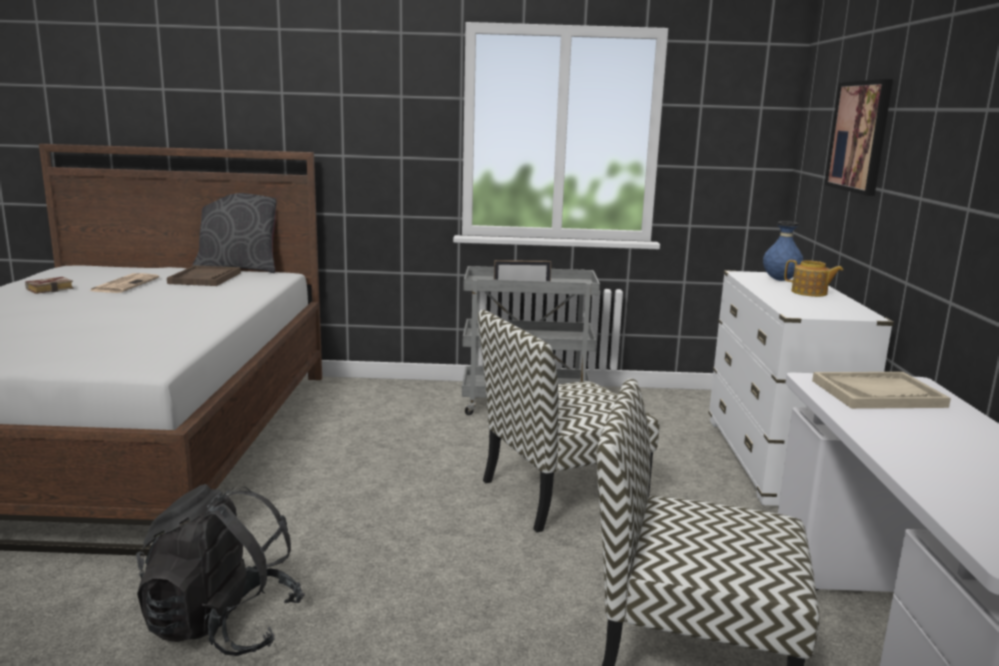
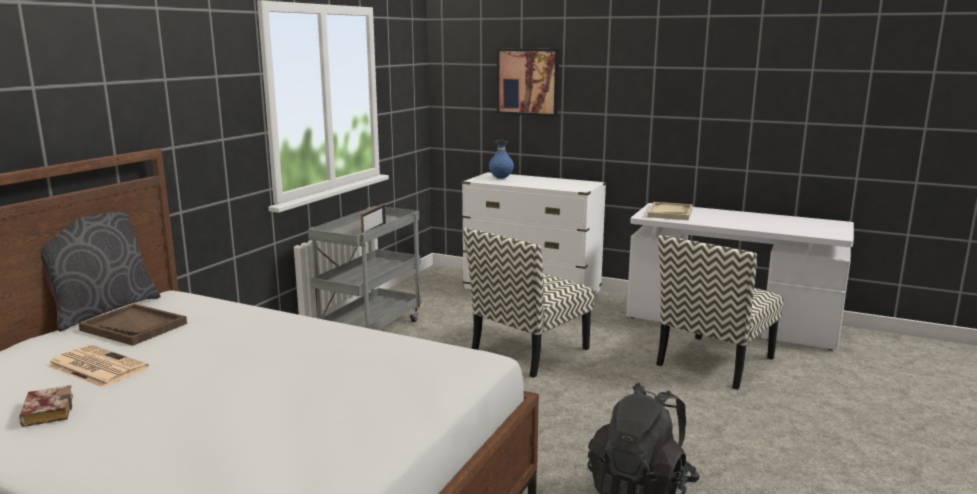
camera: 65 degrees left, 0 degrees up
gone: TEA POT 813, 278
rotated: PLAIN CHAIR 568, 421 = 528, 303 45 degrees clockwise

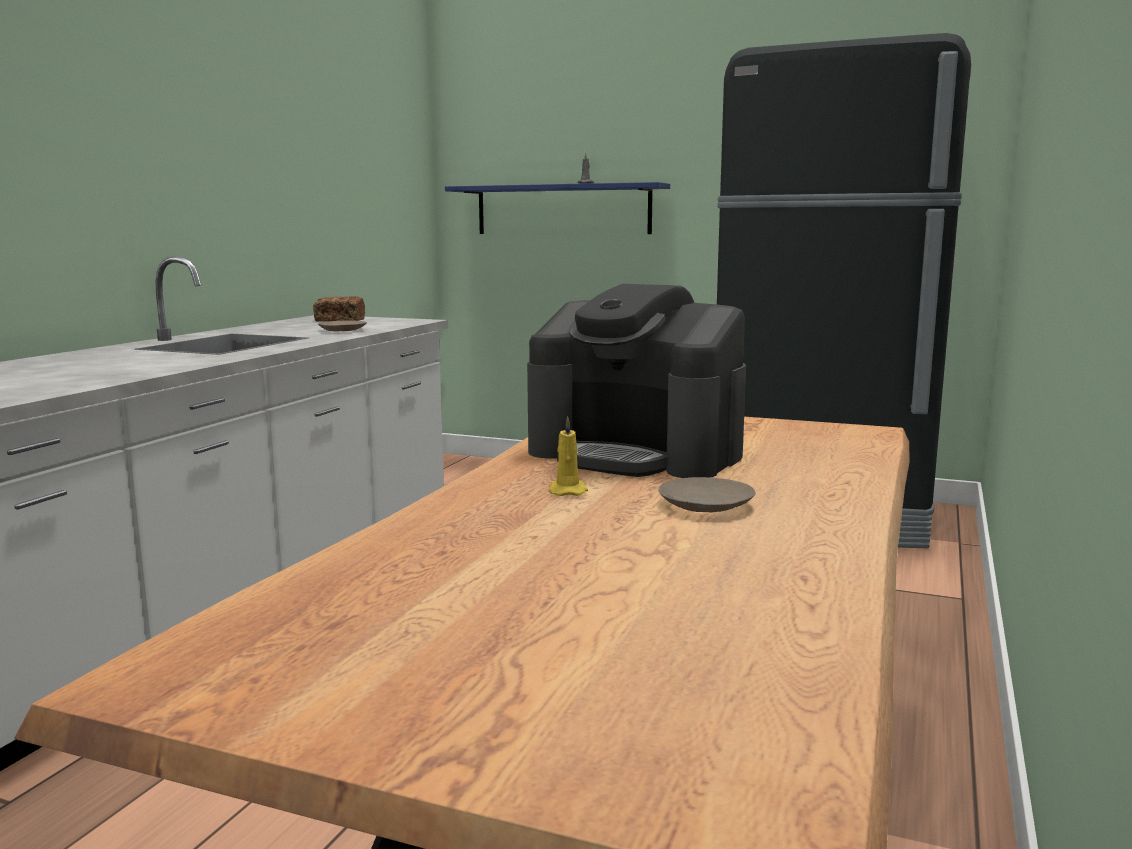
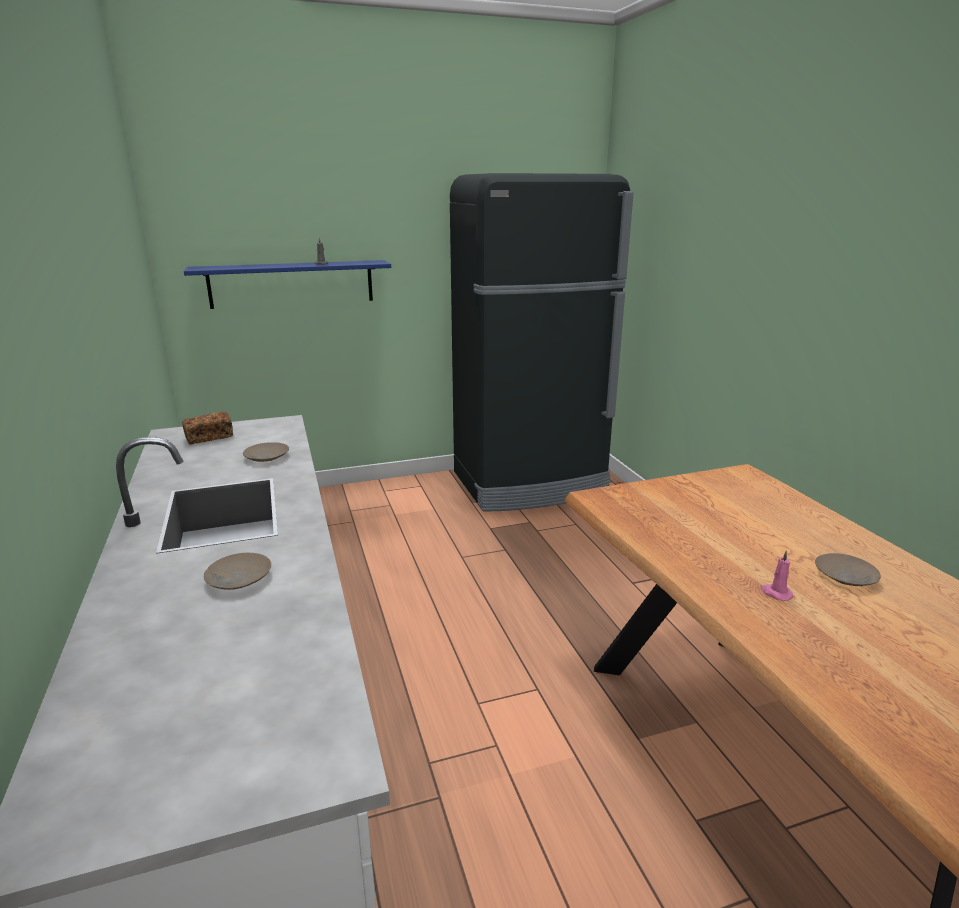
camera: 40 degrees left, 10 degrees up
gone: COFFEE MAKER 636, 381
new: SAND-COLOURED DINNER PLATE 237, 571
repainted: YELLOW CANDLE 568, 456 to PINK-COLOURED CANDLE 777, 575

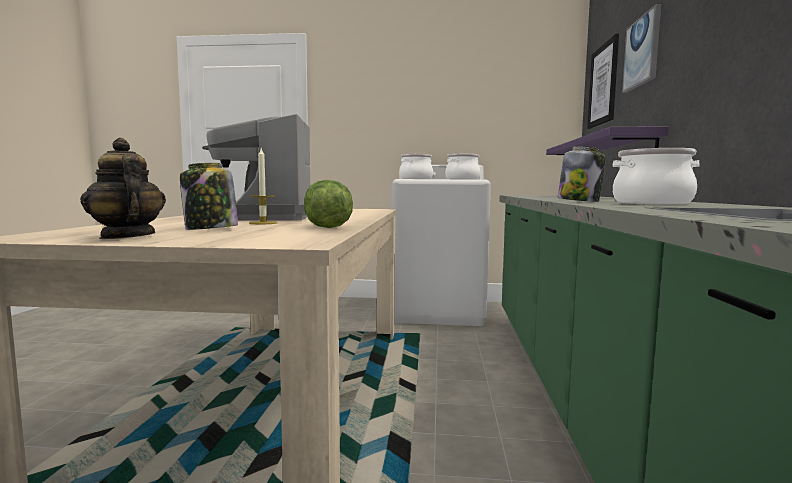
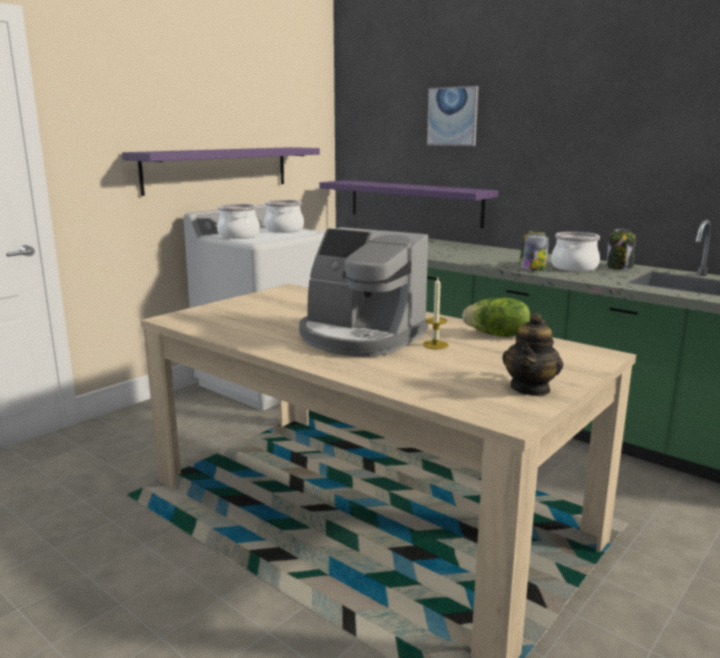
camera: 55 degrees left, 10 degrees up
gone: PICTURE 603, 81
new: PURPLE BRACKET SHELF 221, 171
shifted: PRESERVE JAR 209, 196 to 621, 249
rotated: TEA POT 123, 188 = 532, 354 60 degrees counterclockwise

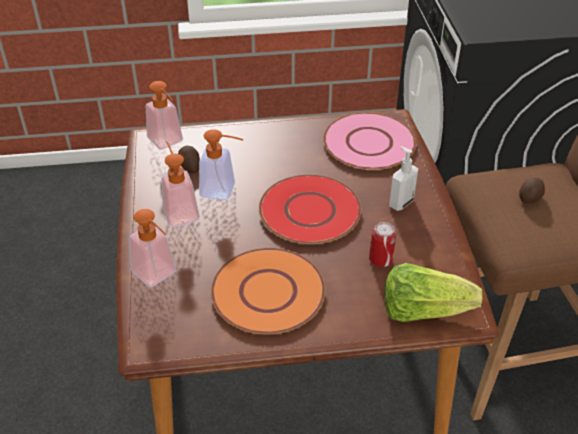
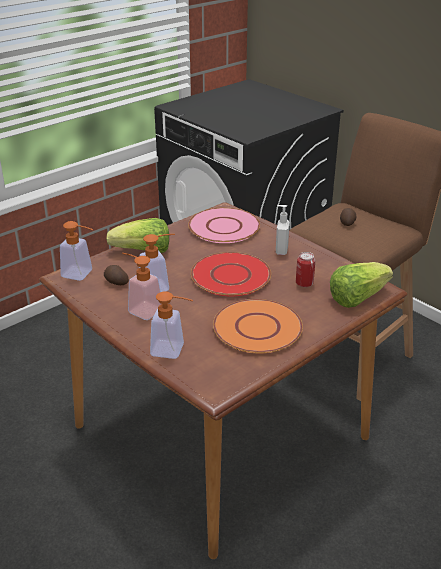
camera: 35 degrees left, 10 degrees down
new: HEAD OF LETTUCE 137, 235

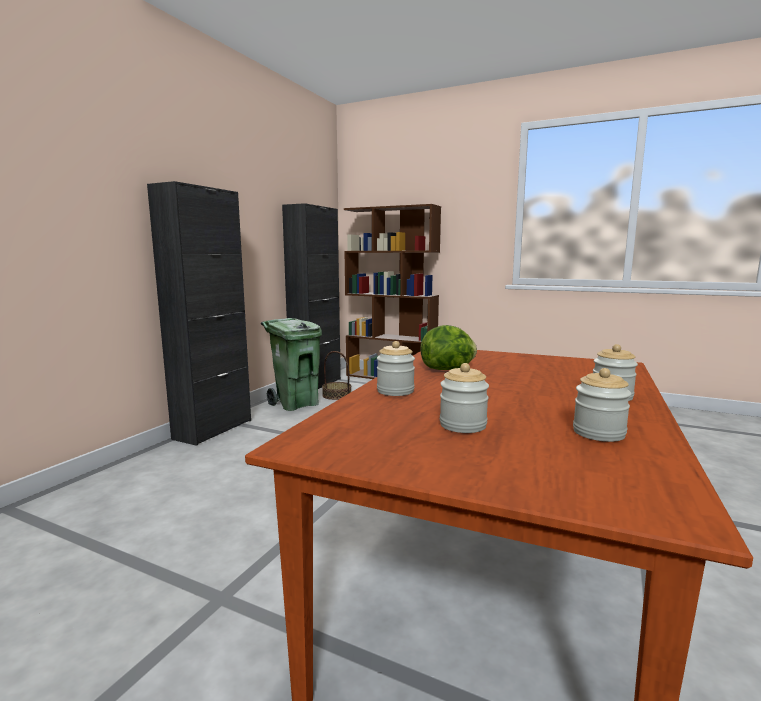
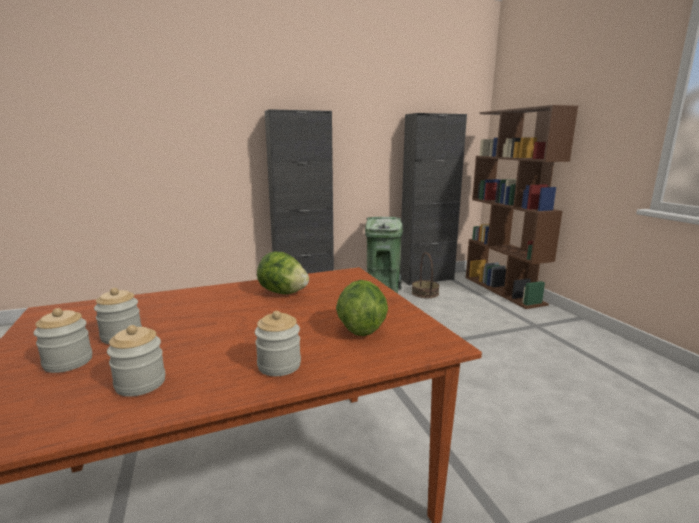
camera: 45 degrees right, 5 degrees up
new: HEAD OF LETTUCE 362, 308
shifted: PRESERVE JAR 396, 368 to 62, 340

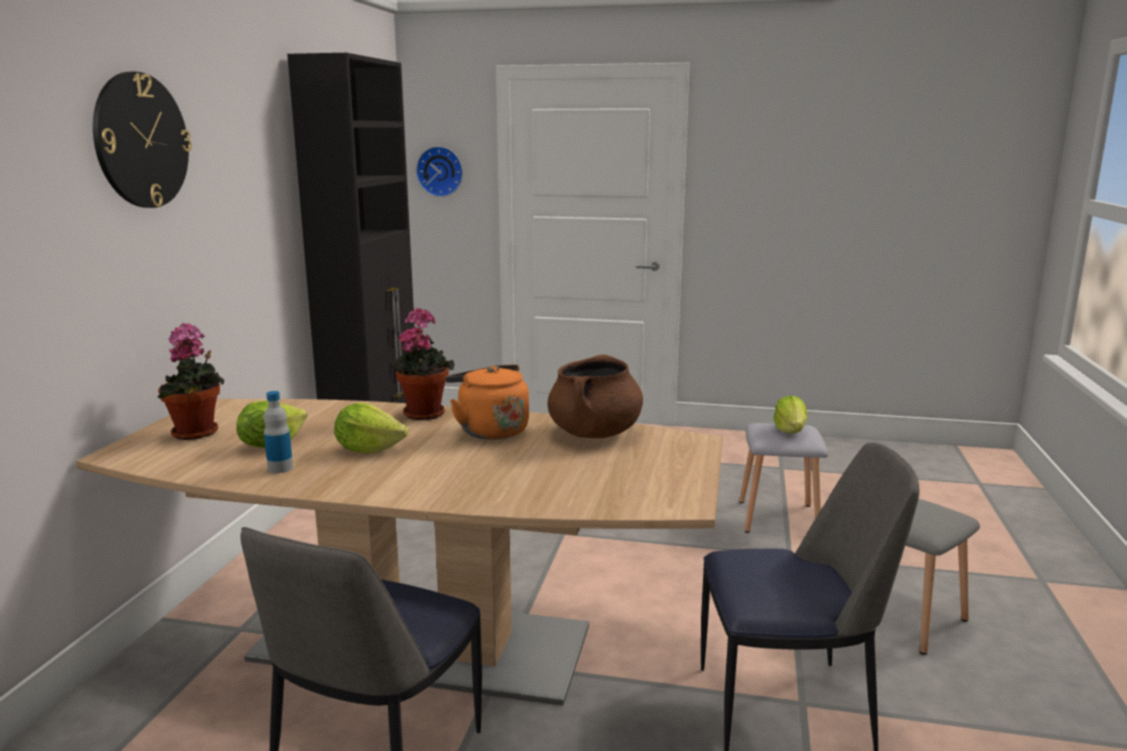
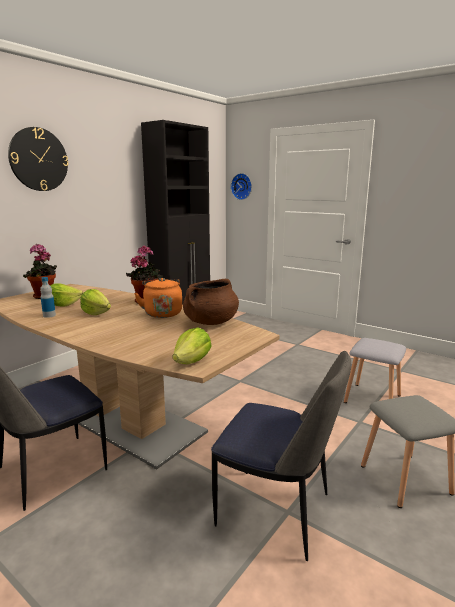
camera: 25 degrees right, 0 degrees up
shifted: HEAD OF LETTUCE 790, 414 to 192, 346

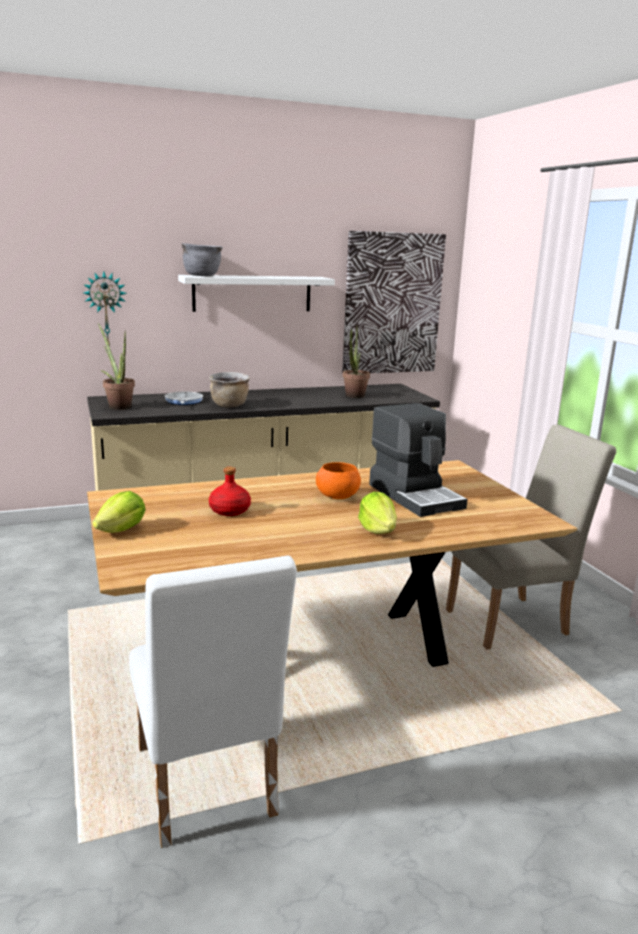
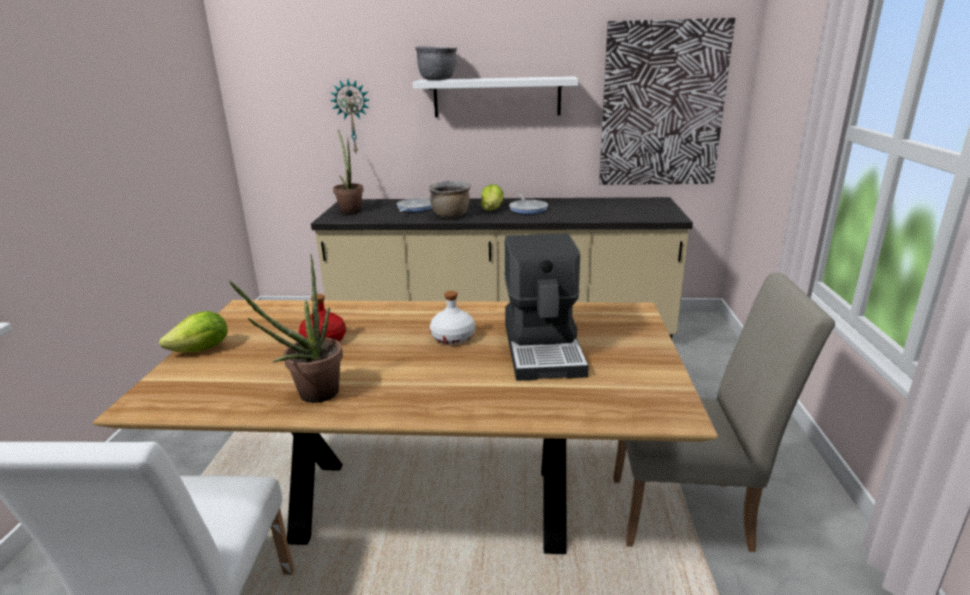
camera: 25 degrees right, 5 degrees up
new: SKILLET 528, 204
shifted: POTTED PLANT 356, 363 to 285, 328; HEAD OF LETTUCE 377, 513 to 492, 197
swapped: ORANGE SERVING BOWL 338, 480 to WHITE-COLOURED BEVERAGE BOTTLE 452, 318

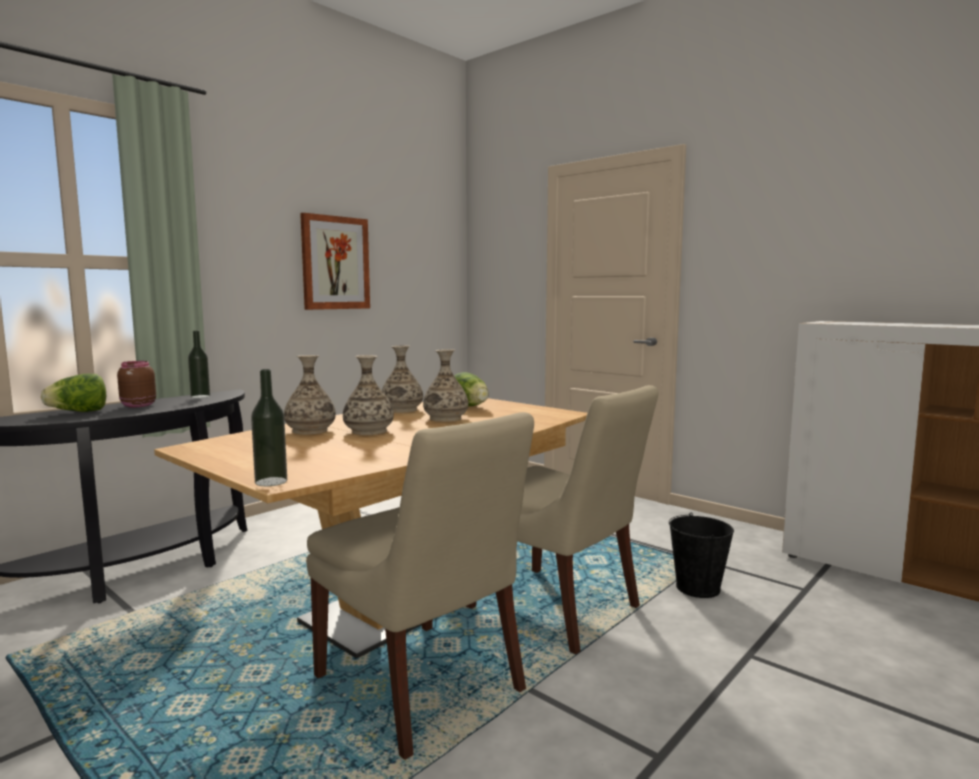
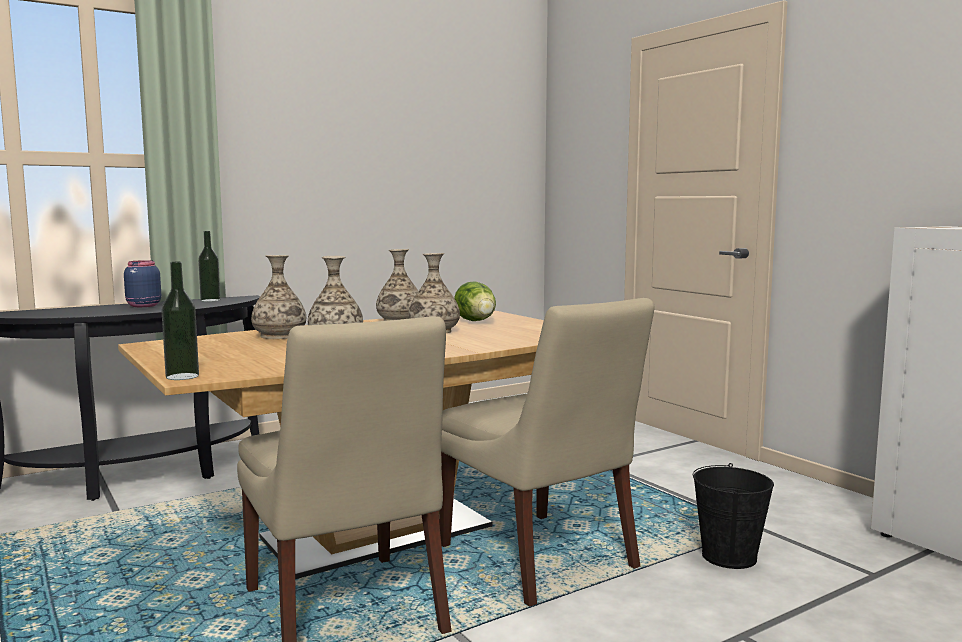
camera: 15 degrees right, 0 degrees up
gone: HEAD OF LETTUCE 73, 393; PICTURE 335, 261
repainted: BROWN-COLOURED PRESERVE JAR 136, 384 to BLUE-COLOURED PRESERVE JAR 142, 283

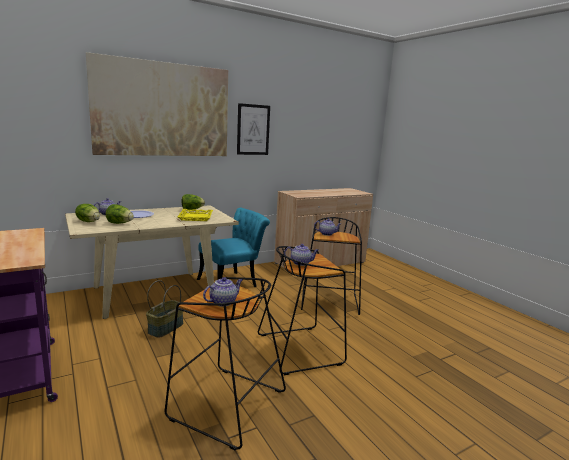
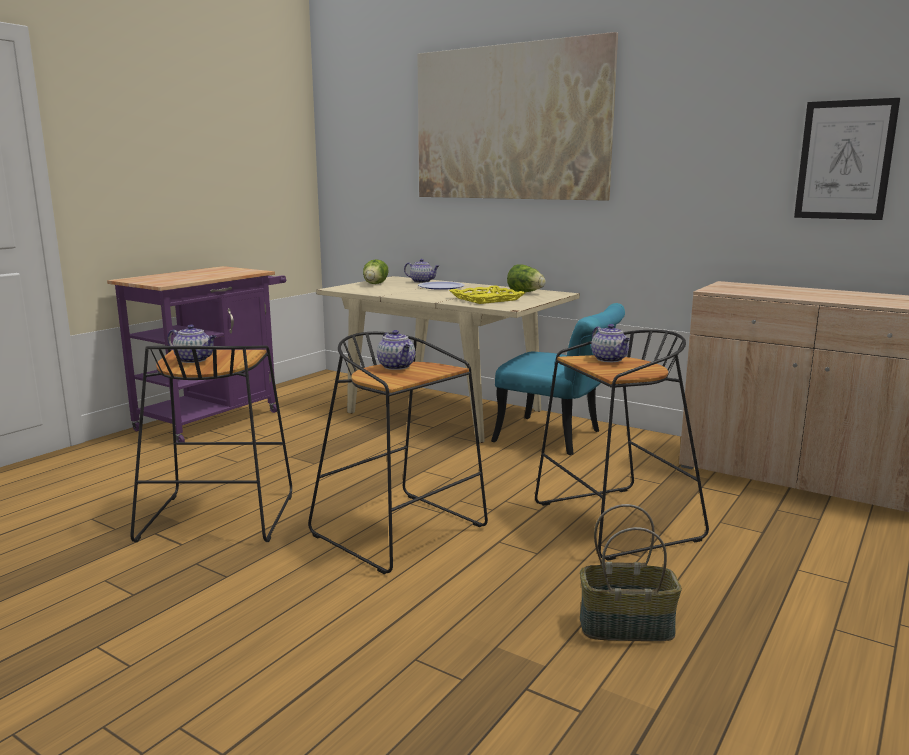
camera: 65 degrees right, 0 degrees up
gone: HEAD OF LETTUCE 119, 214
shifted: STORAGE BASKET 164, 309 to 631, 572; PICTURE 253, 129 to 847, 159

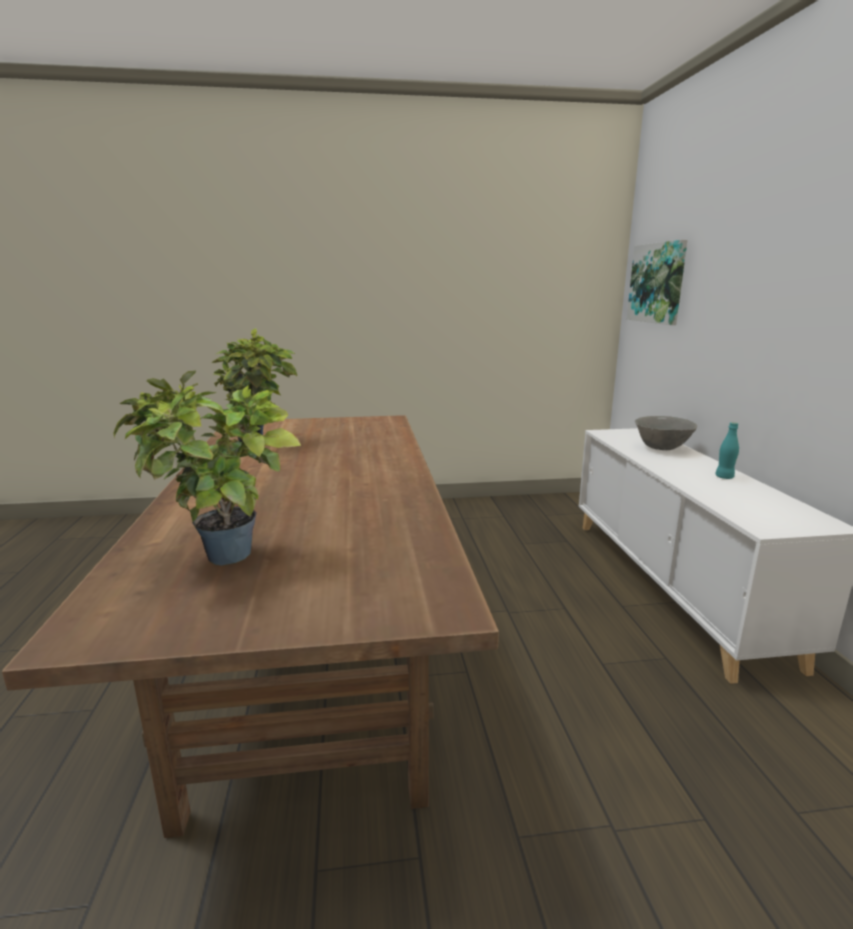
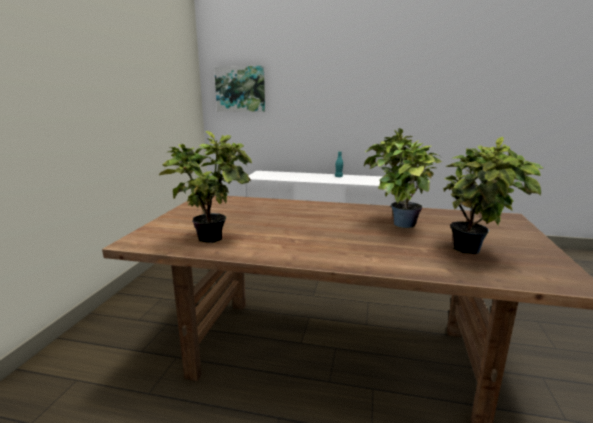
camera: 70 degrees left, 0 degrees up
gone: GRAY SERVING BOWL 666, 433
new: POTTED PLANT 403, 178

